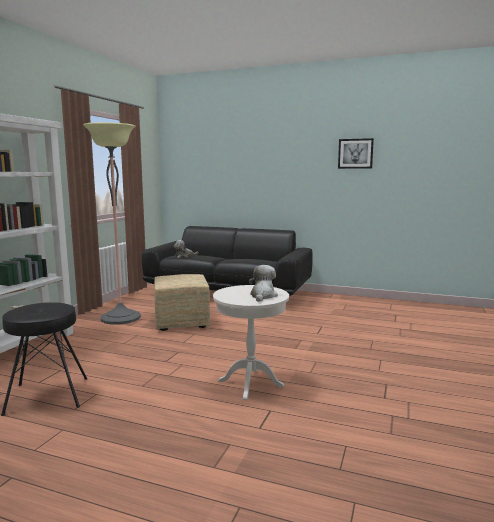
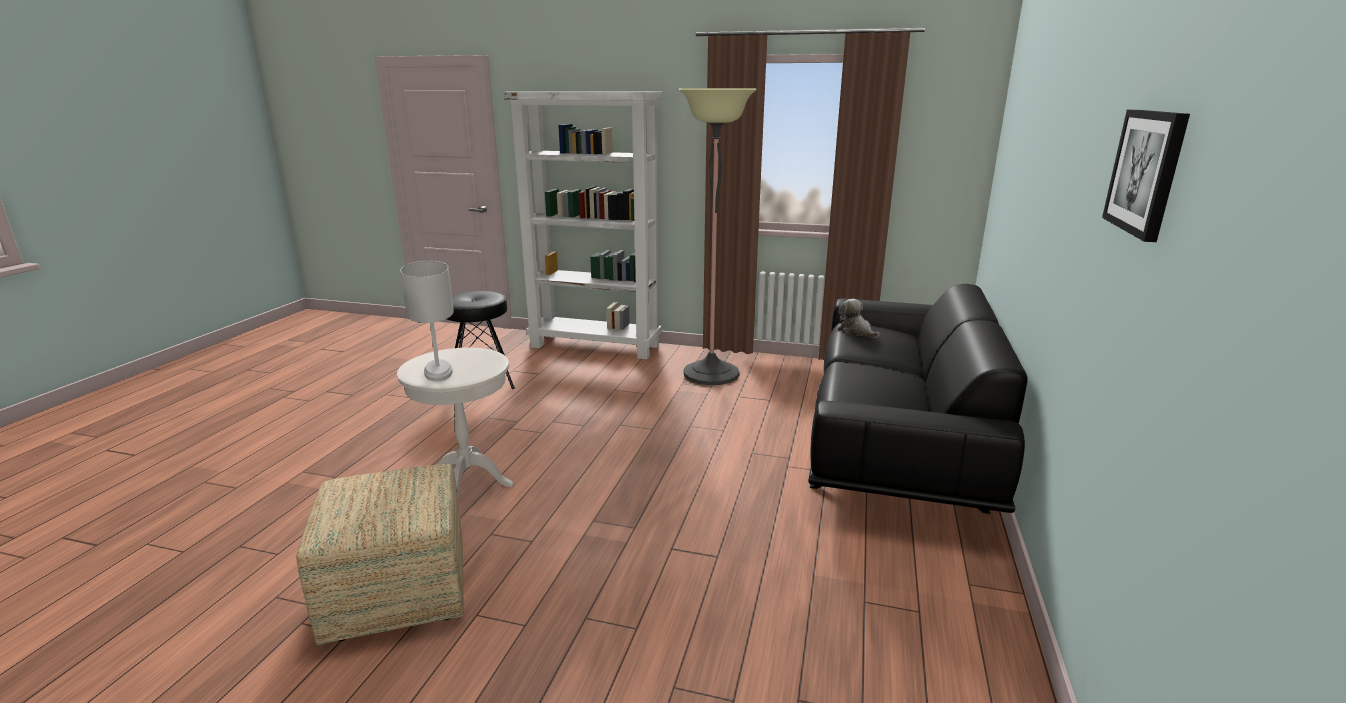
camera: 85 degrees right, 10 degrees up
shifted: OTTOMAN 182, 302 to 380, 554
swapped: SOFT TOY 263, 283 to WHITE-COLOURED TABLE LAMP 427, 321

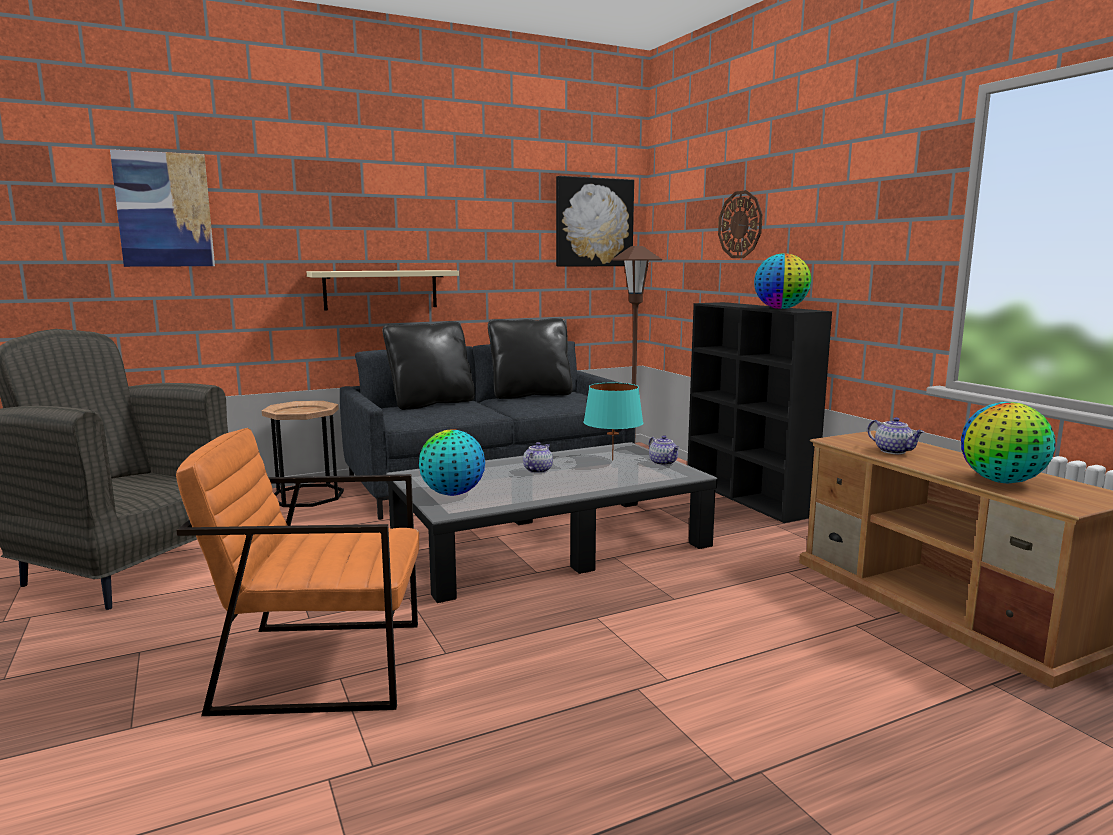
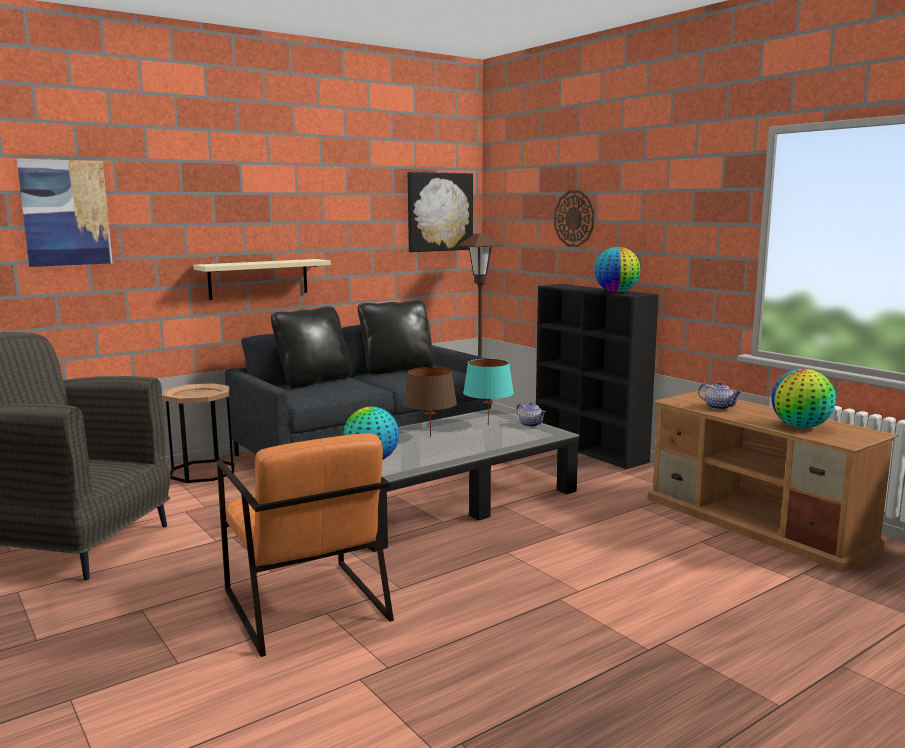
camera: 10 degrees left, 0 degrees up
swapped: TEA POT 538, 457 to BROWN-COLOURED TABLE LAMP 430, 402
rotated: ORANGE ARMCHAIR 297, 572 = 305, 545 105 degrees counterclockwise

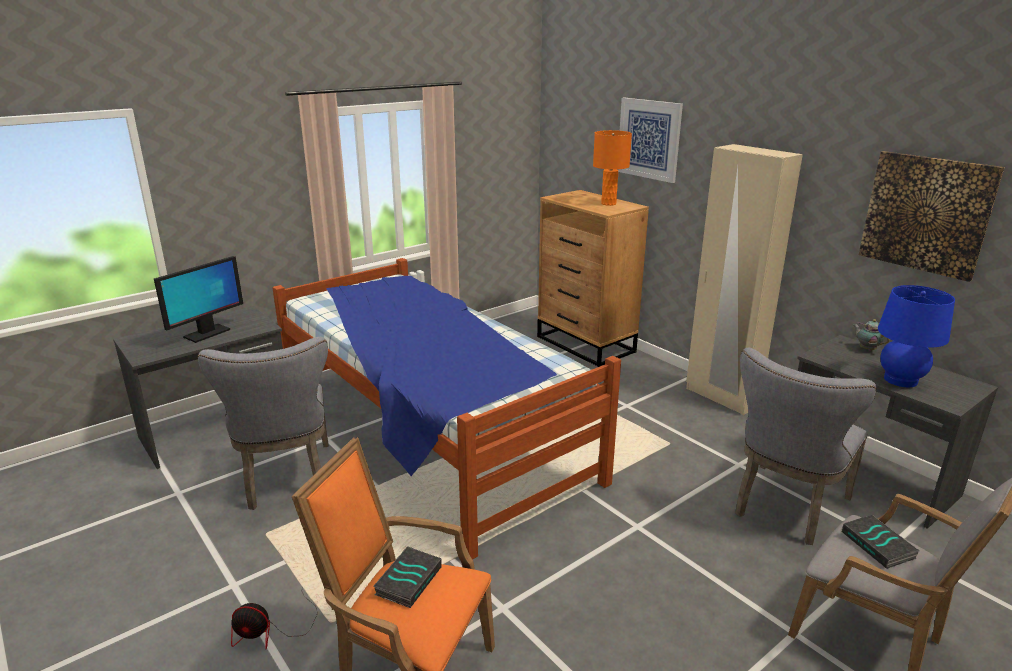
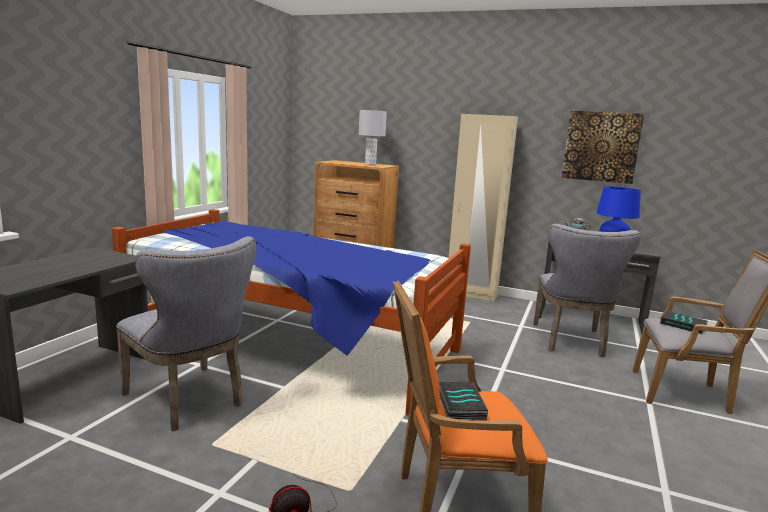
camera: 30 degrees left, 10 degrees down
gone: COMPUTER DISPLAY 198, 299; PICTURE 650, 140
repainted: ORANGE TABLE LAMP 612, 168 to GRAY TABLE LAMP 373, 137

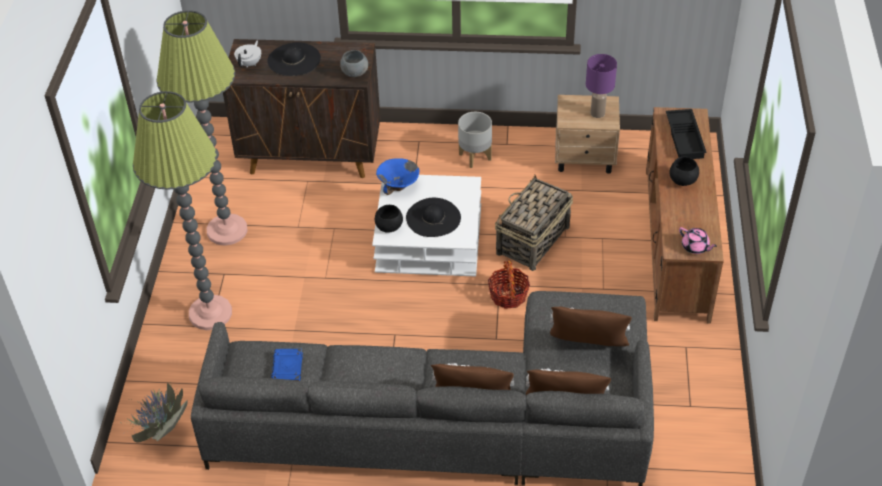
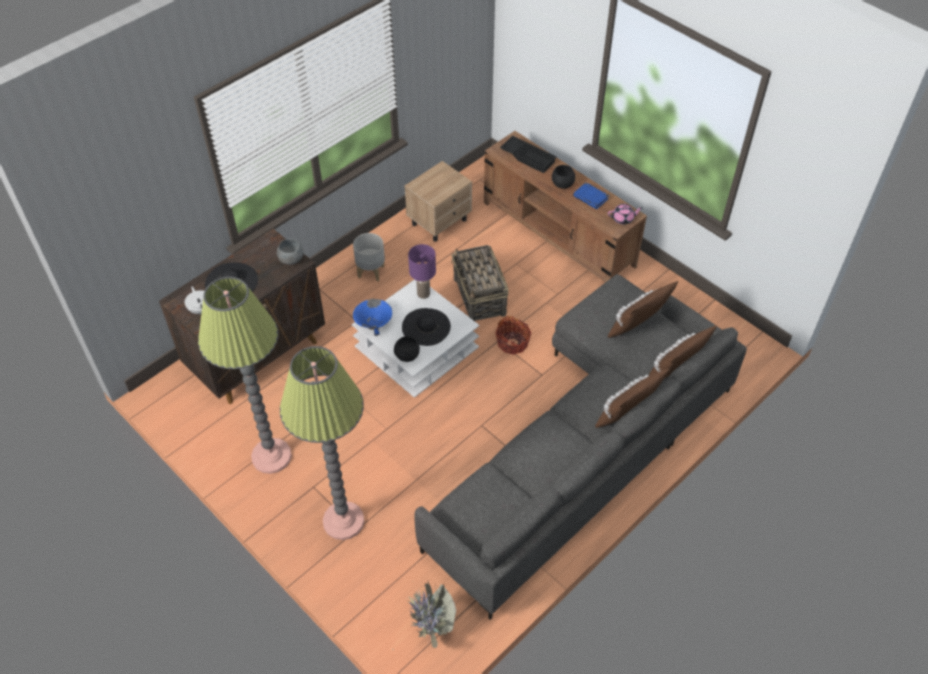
camera: 50 degrees left, 5 degrees up
shifted: PURPLE TABLE LAMP 601, 86 to 422, 271; BLUE-COLOURED BOUND BOOK 287, 365 to 591, 196

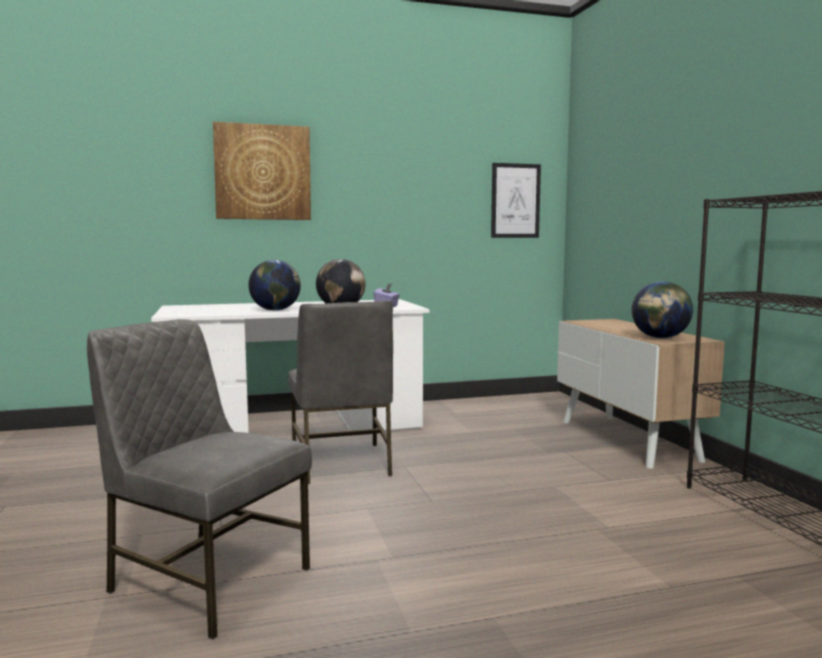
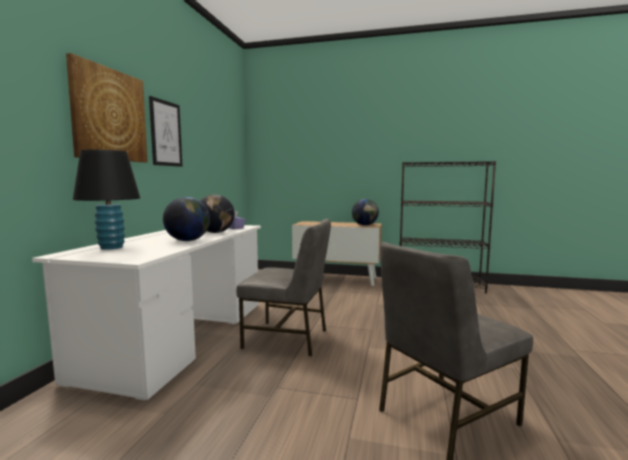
camera: 60 degrees left, 0 degrees up
new: BLACK TABLE LAMP 106, 199
shifted: PICTURE 516, 200 to 165, 131

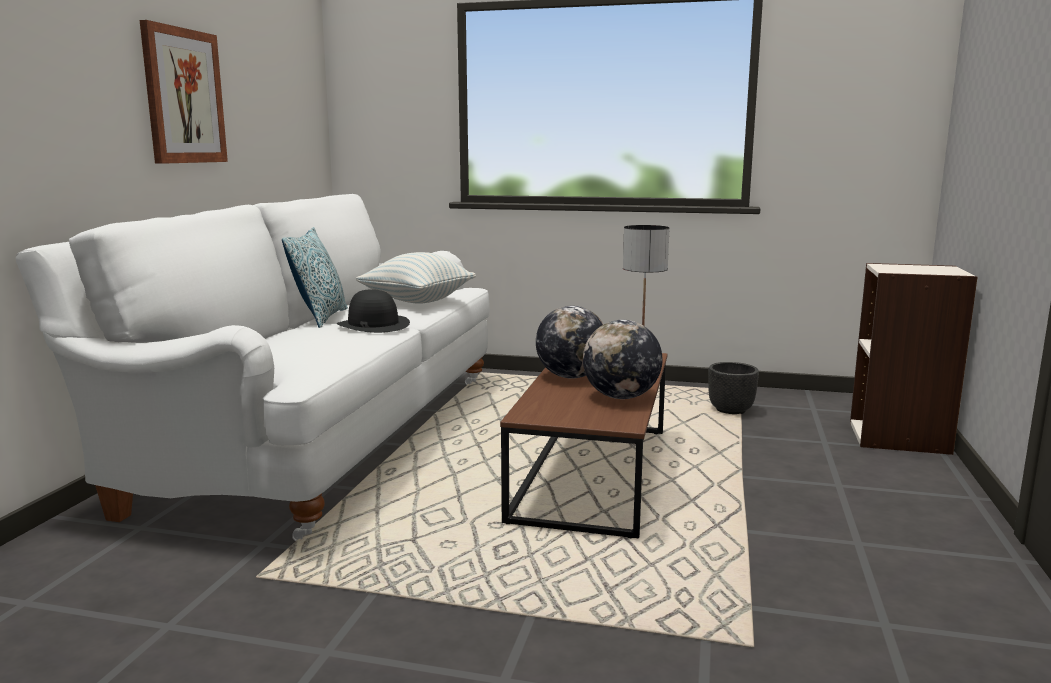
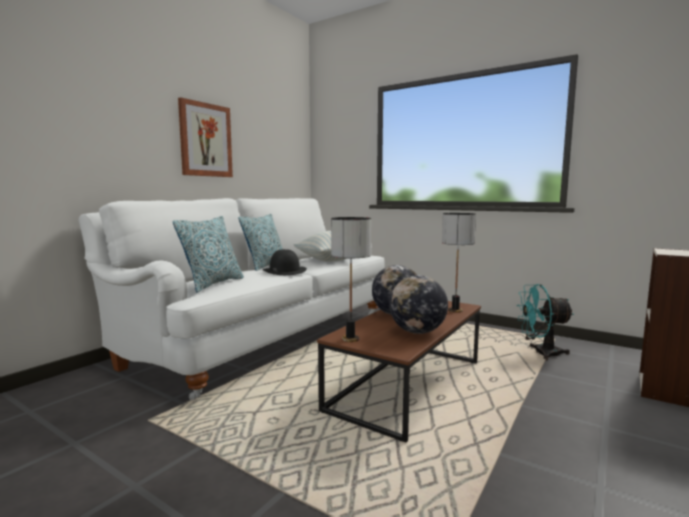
camera: 20 degrees right, 5 degrees down
new: THROW PILLOW 208, 254; TABLE LAMP 351, 279
swapped: BLACK PLANT POT 733, 388 to BLUE-GREEN ELECTRIC FAN 545, 322

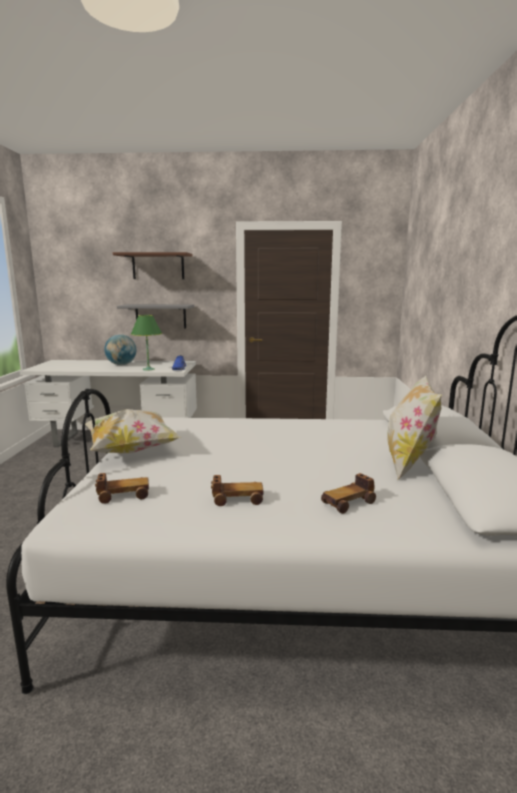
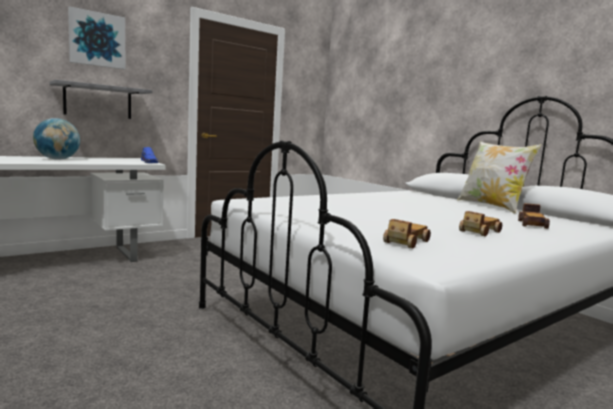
camera: 40 degrees left, 5 degrees down
gone: THROW PILLOW 133, 431; GREEN-COLOURED TABLE LAMP 146, 343
swapped: BROWN-COLOURED BRACKET SHELF 153, 265 to PICTURE 96, 37

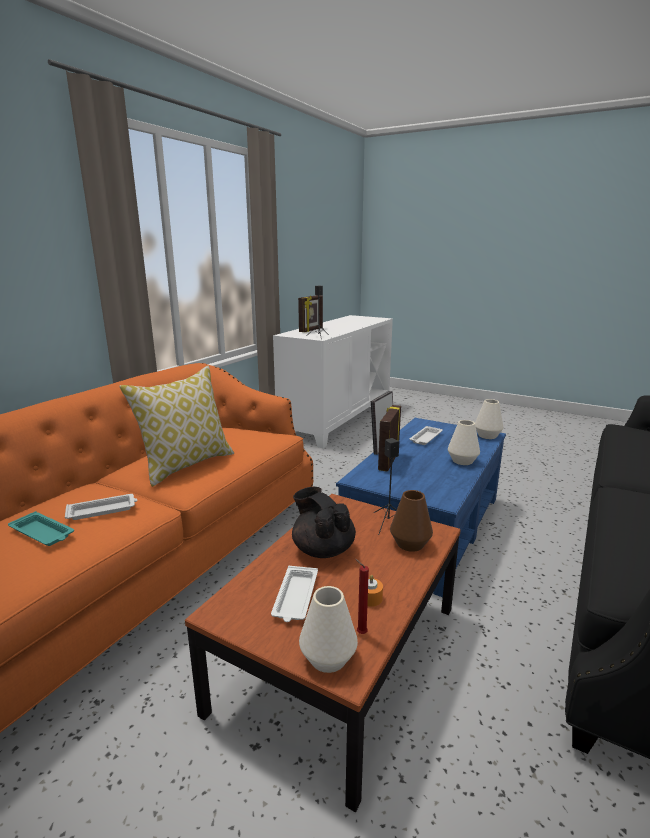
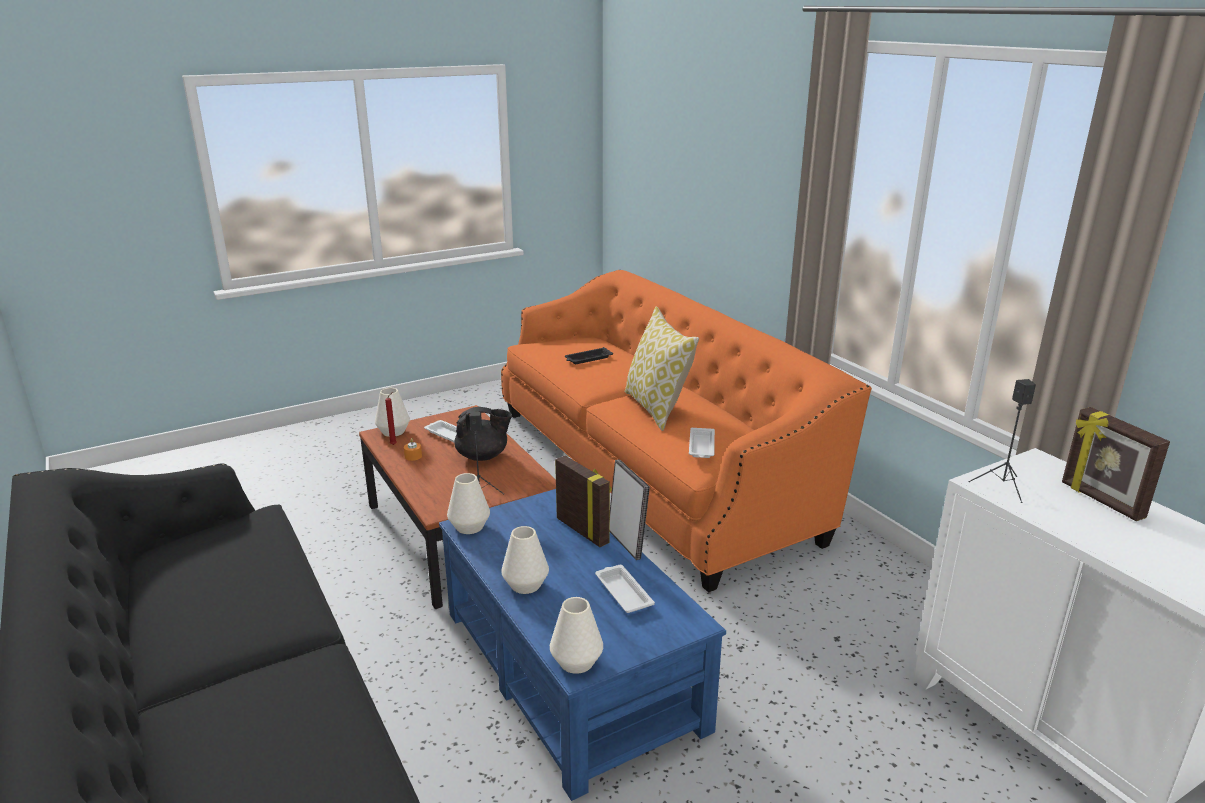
camera: 120 degrees right, 5 degrees up
gone: BROWN-COLOURED FLOWER VASE 411, 521
new: WHITE-COLOURED FLOWER VASE 468, 503
shifted: WHITE-COLOURED CARRYING TRAY 101, 507 to 702, 443
repainted: BLUE-GREEN CARRYING TRAY 41, 528 to BLACK CARRYING TRAY 589, 355

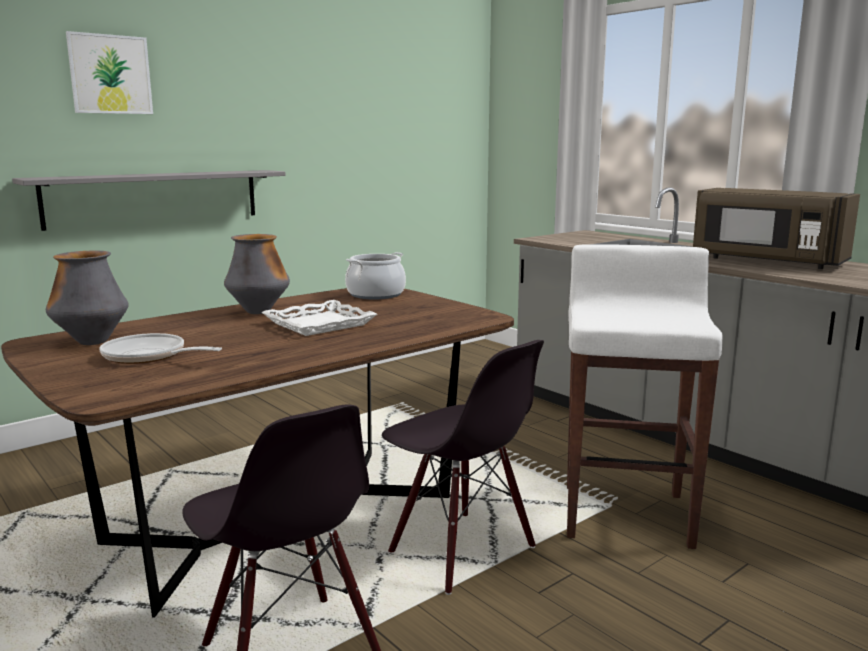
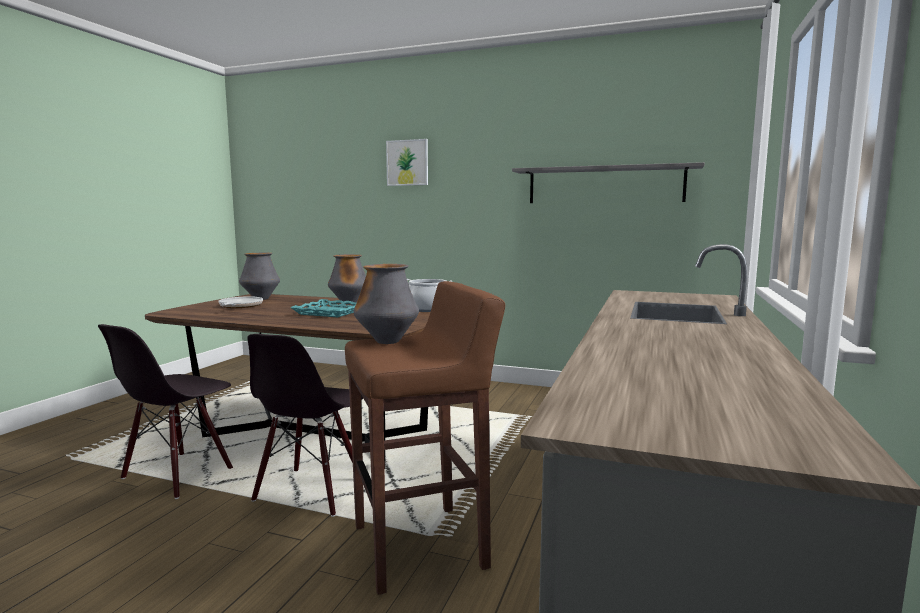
camera: 60 degrees right, 5 degrees down
gone: BROWN-COLOURED MICROWAVE OVEN 776, 228
new: FLOWER VASE 386, 304
shifted: GRAY BRACKET SHELF 149, 200 to 608, 182
repainted: WHITE-COLOURED CARRYING TRAY 319, 318 to BLUE-GREEN CARRYING TRAY 323, 308; WHITE-COLOURED STOOL 645, 396 to BROWN-COLOURED STOOL 425, 438

